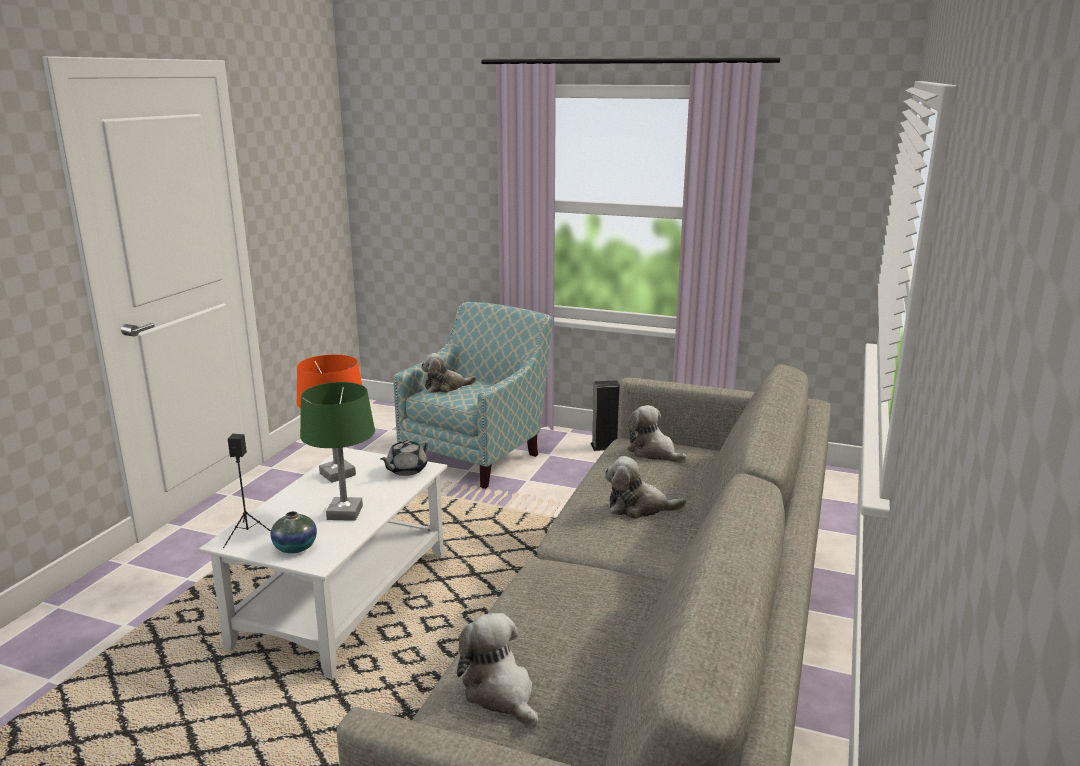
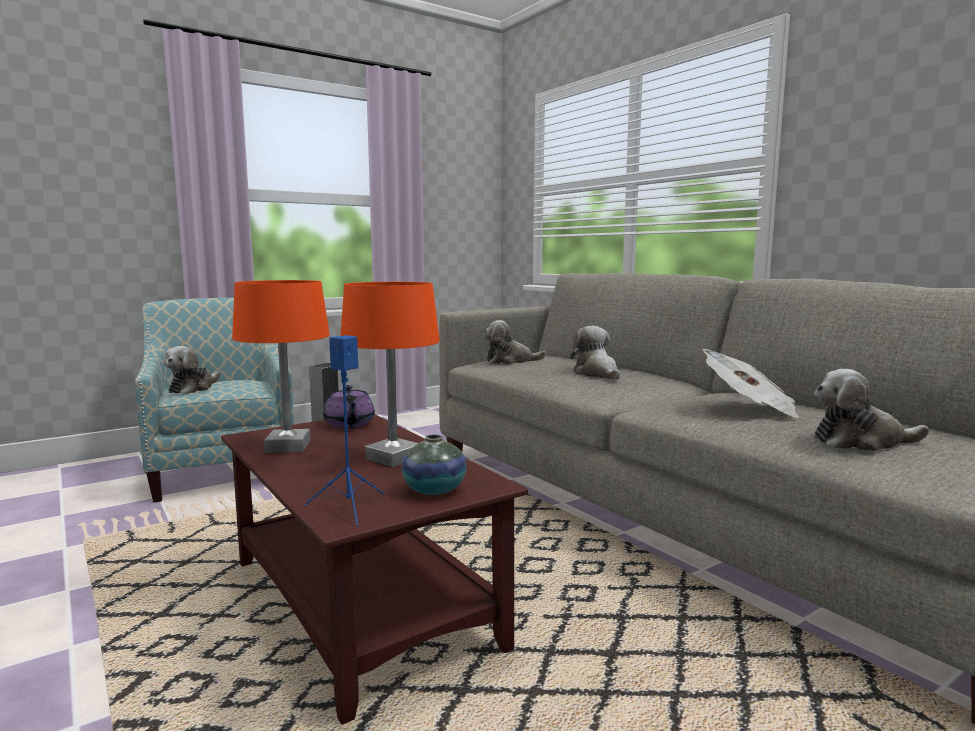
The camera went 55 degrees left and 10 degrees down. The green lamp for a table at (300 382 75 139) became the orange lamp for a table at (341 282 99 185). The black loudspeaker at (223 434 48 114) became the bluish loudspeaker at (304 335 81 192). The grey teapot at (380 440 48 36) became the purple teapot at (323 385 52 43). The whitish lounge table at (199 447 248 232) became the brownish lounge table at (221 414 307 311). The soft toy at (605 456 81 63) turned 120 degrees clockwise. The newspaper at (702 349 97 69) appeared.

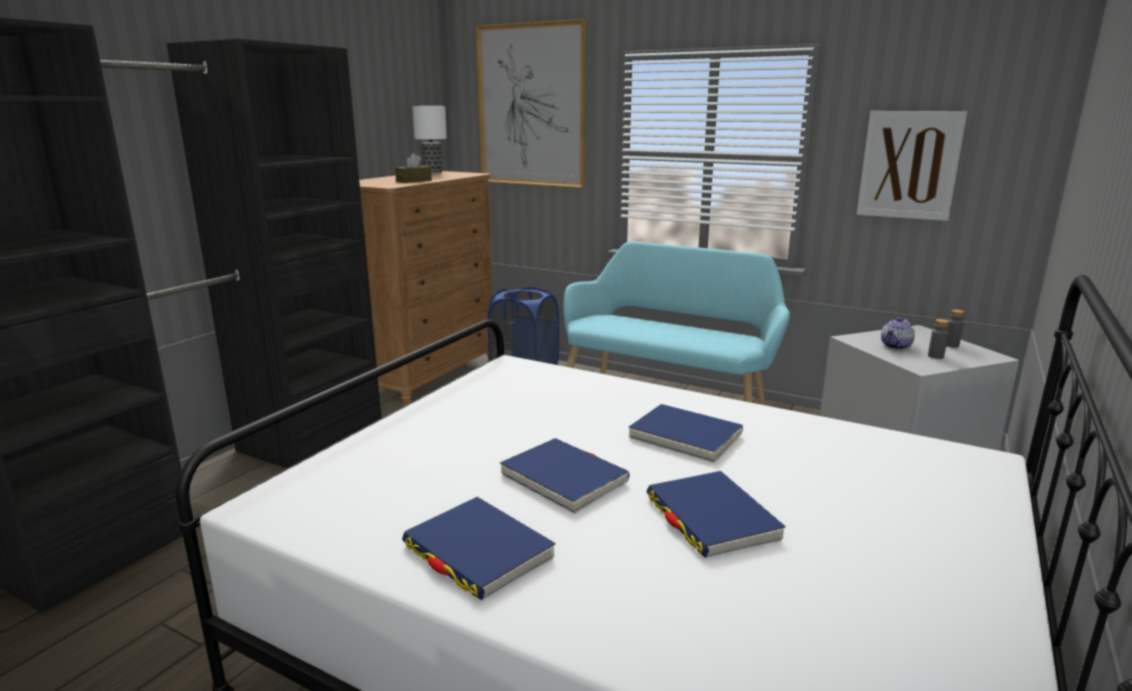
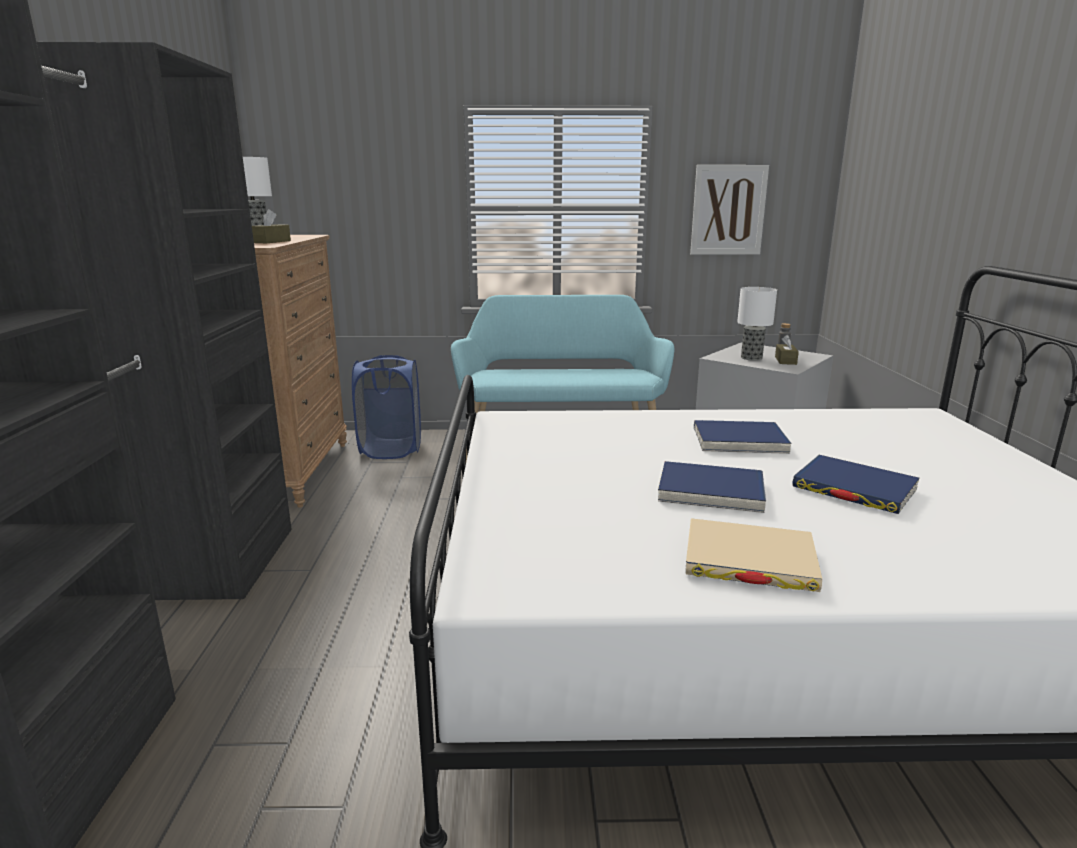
The camera went 30 degrees left and 0 degrees up. The wall picture at (475 19 111 169) disappeared. The teapot at (881 317 34 33) was replaced by the lamp for a table at (737 287 40 74). The grey drink bottle at (928 319 21 40) was replaced by the brownish tissue holder at (775 335 24 30). The bluish bound book at (402 497 154 103) became the beige-coloured bound book at (685 518 137 74).

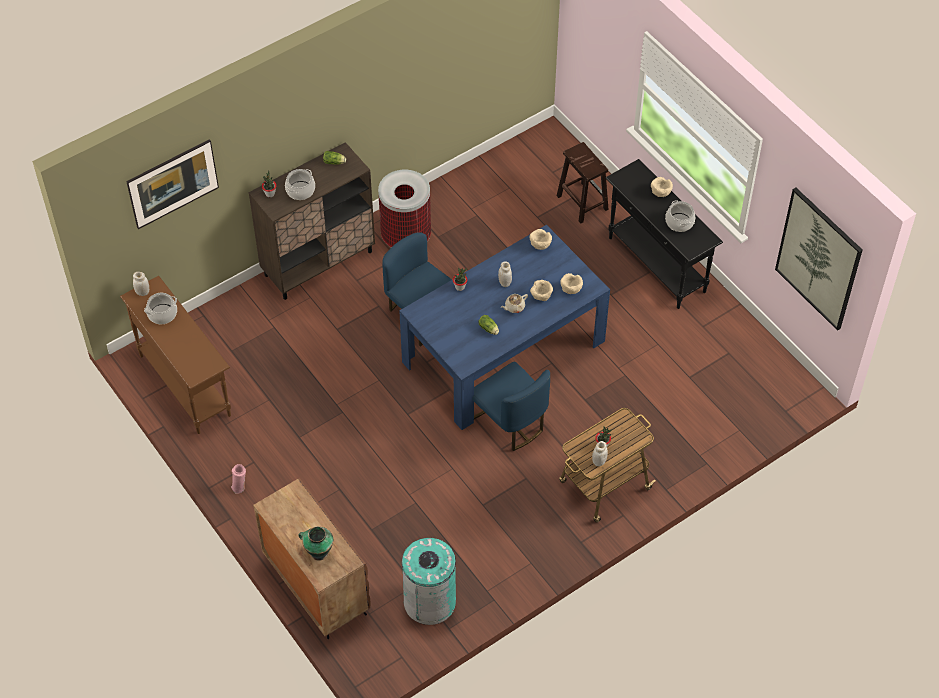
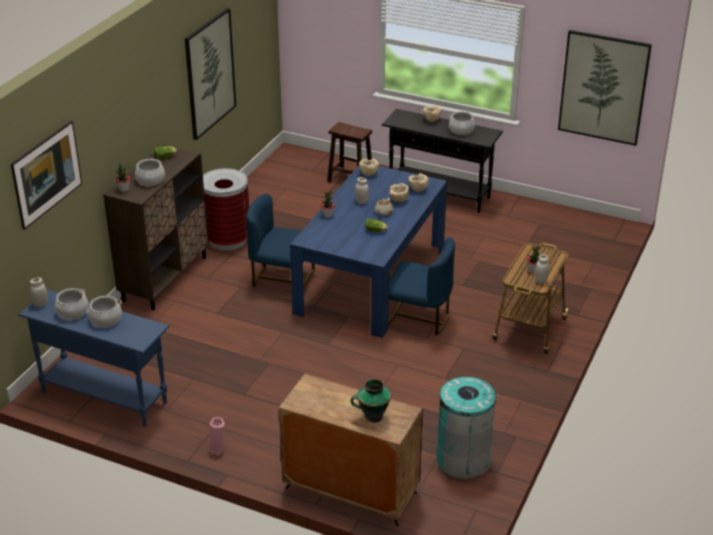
The camera went 30 degrees left and 20 degrees down. The brownish hall table at (120 276 111 158) became the bluish hall table at (19 289 150 138). The wall picture at (185 8 51 132) appeared. The saucepot at (86 296 36 32) appeared.

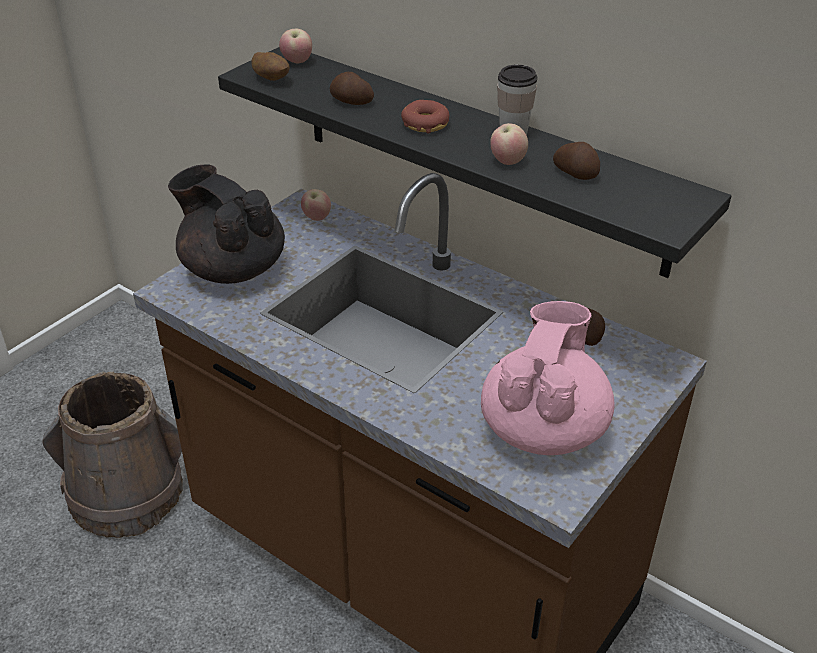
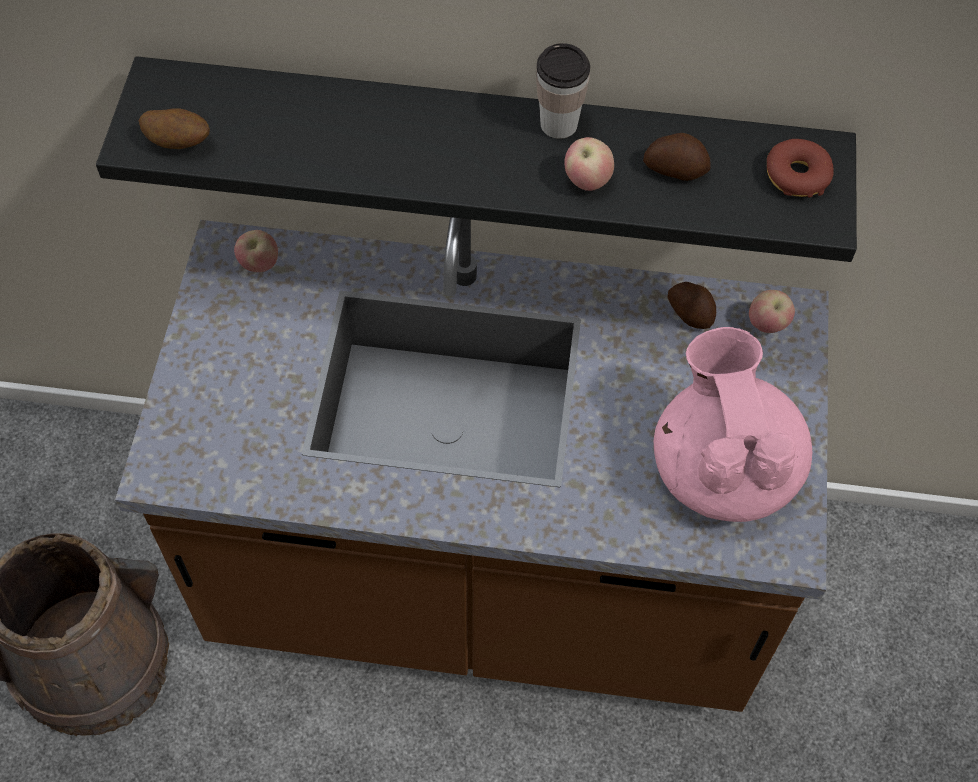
The camera went 30 degrees left and 20 degrees up. The whole apple moved from (279 29 33 35) to (749 290 46 43). The potato at (330 72 44 33) disappeared. The doughnut moved from (401 100 48 34) to (767 139 66 59). The black teapot at (168 164 117 120) disappeared.

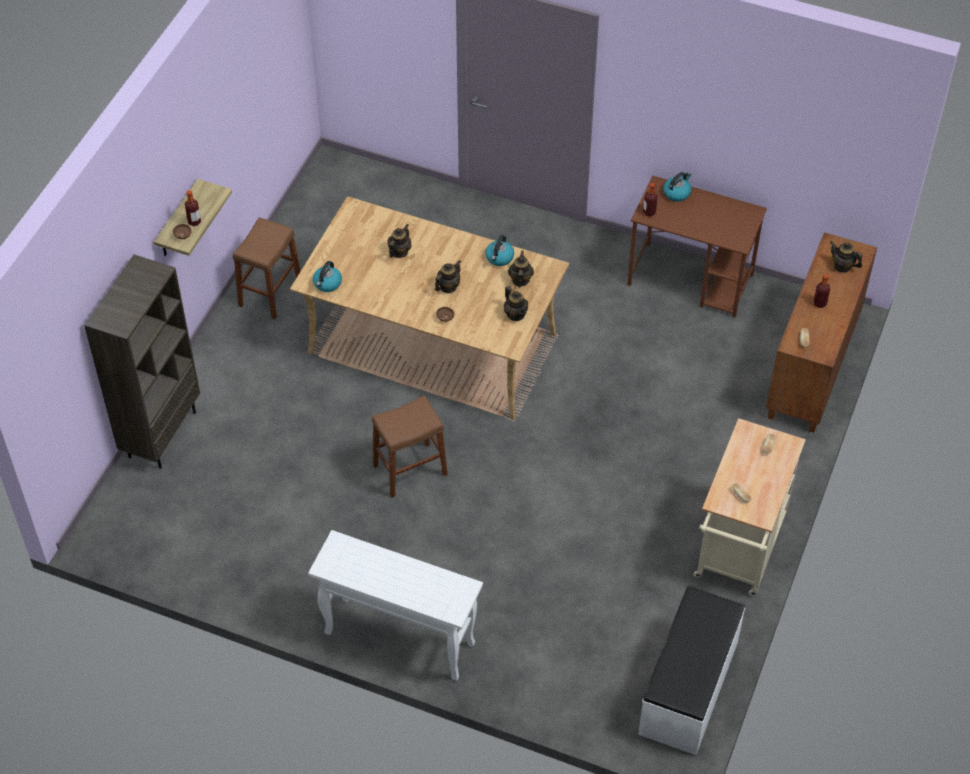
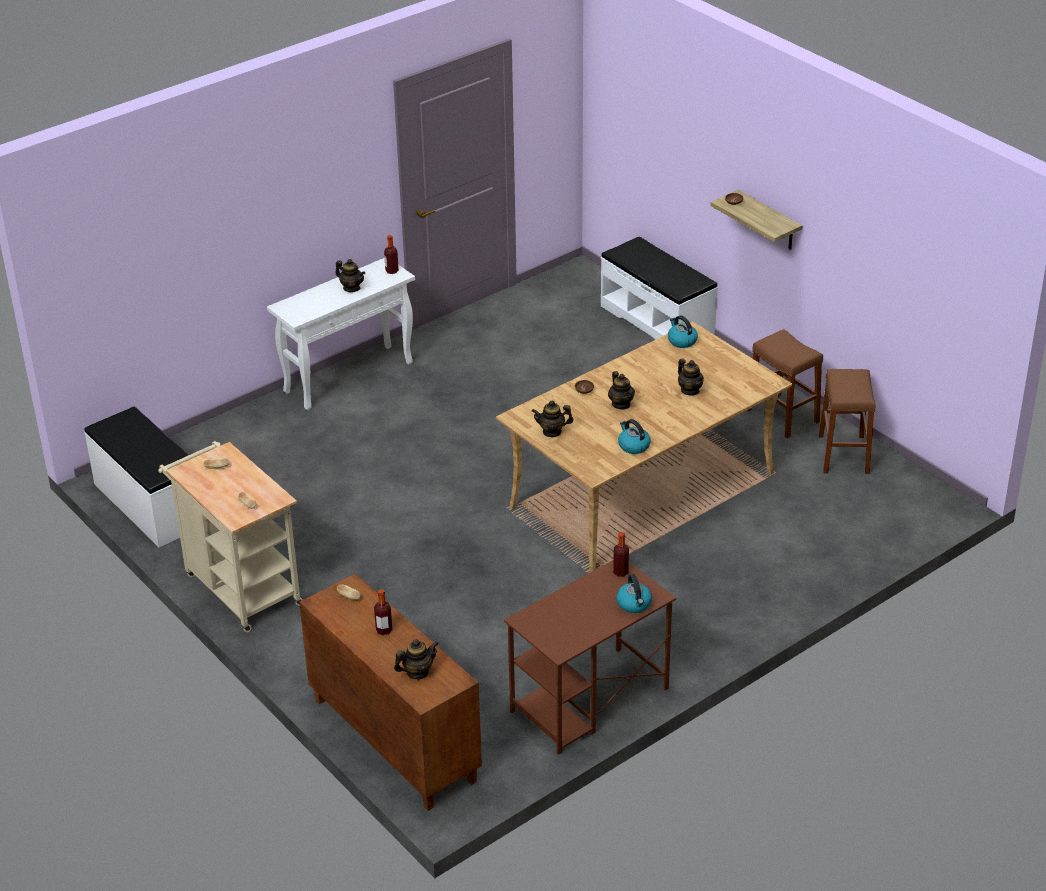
The camera went 120 degrees right and 15 degrees down. The drink bottle moved from (185 190 16 36) to (384 235 15 39). The teapot moved from (508 250 26 37) to (335 259 30 33). The brownish bookshelf at (84 254 116 215) was replaced by the whitish bench at (601 236 117 104). The brownish stool moved from (372 395 76 103) to (819 369 57 105).

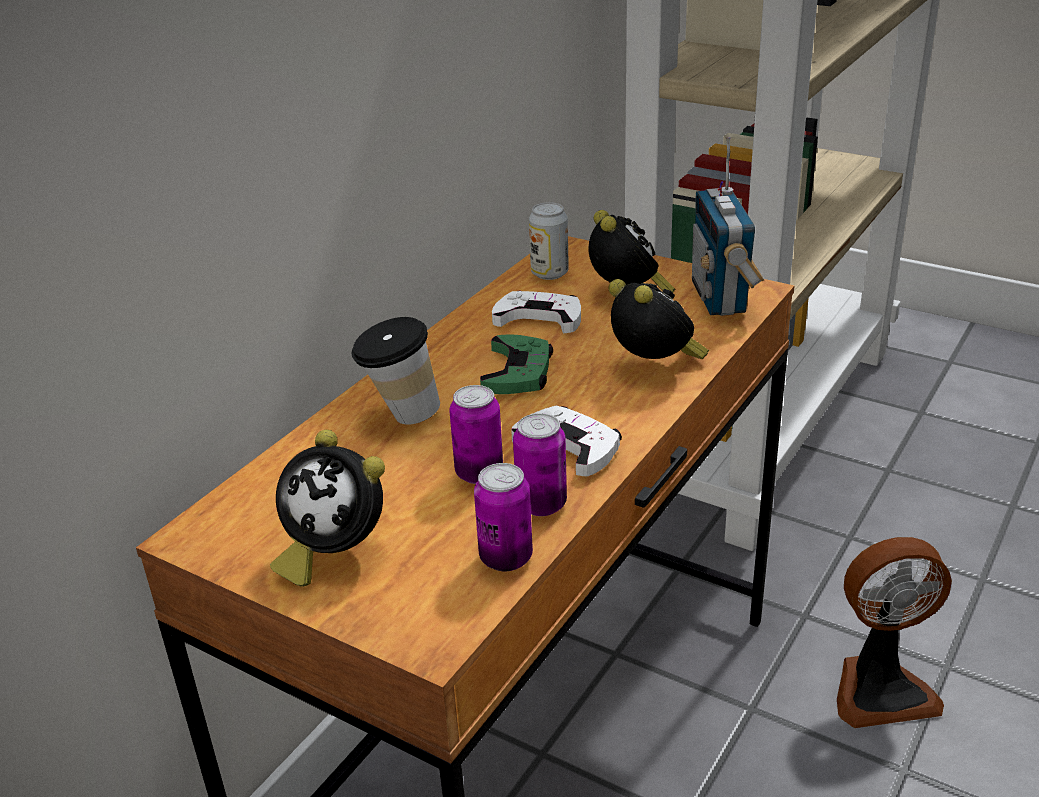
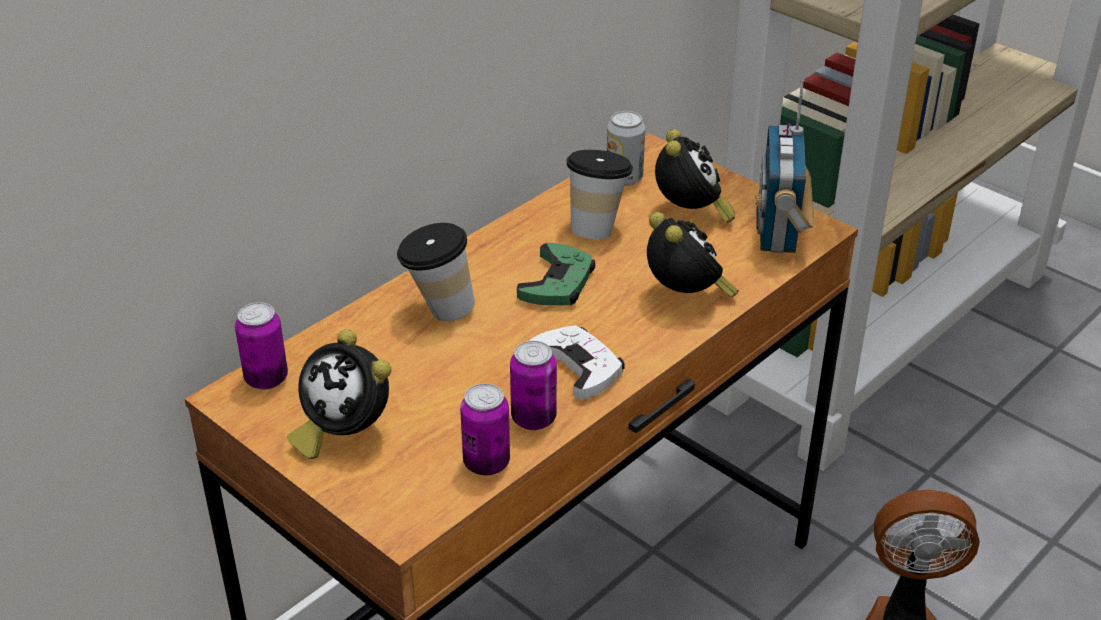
The camera went 10 degrees right and 5 degrees up. The whitish joypad at (492 291 89 43) was replaced by the small cup at (566 150 67 89). The metal can moved from (449 385 54 99) to (235 302 53 88).

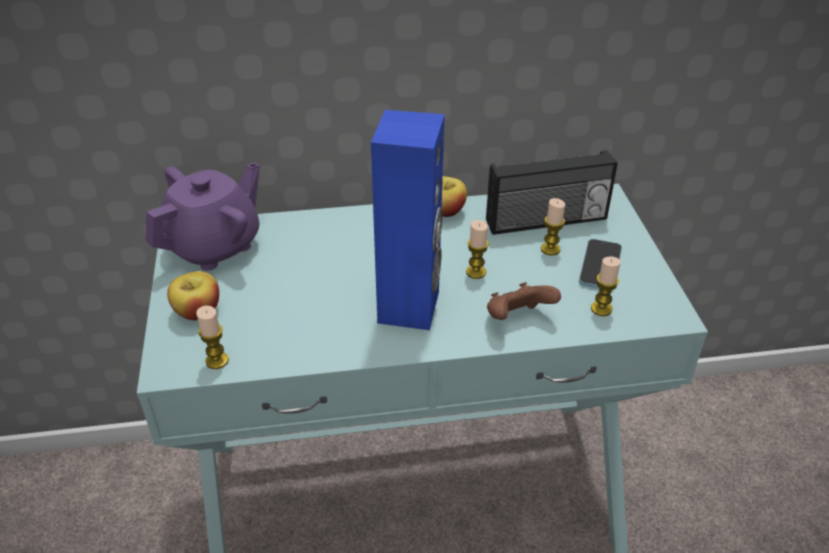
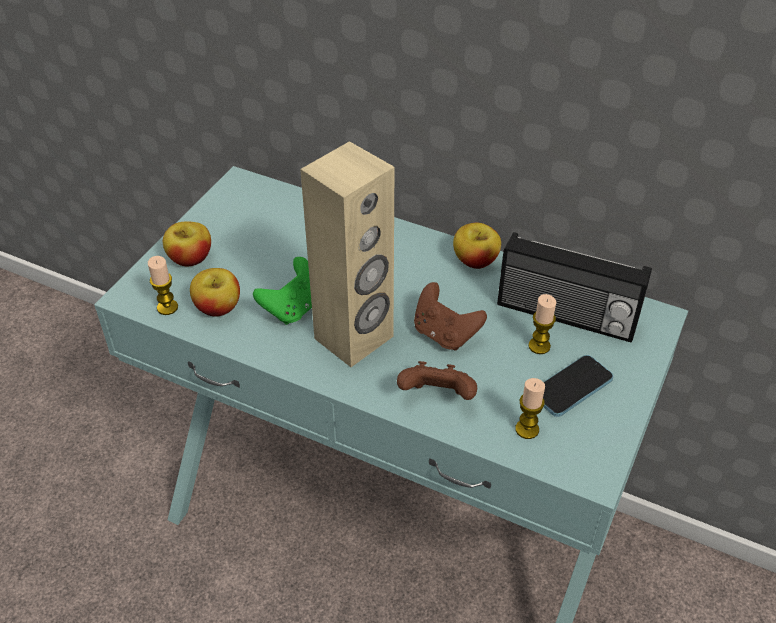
The camera went 35 degrees right and 5 degrees up. The bluish loudspeaker at (371 110 74 220) became the beige-coloured loudspeaker at (300 141 94 226). The purple teapot at (146 162 114 109) disappeared. The wax candle at (466 220 23 59) was replaced by the brownish joypad at (414 282 73 69). The green joypad at (253 257 59 68) appeared. The whole apple at (190 268 50 49) appeared.

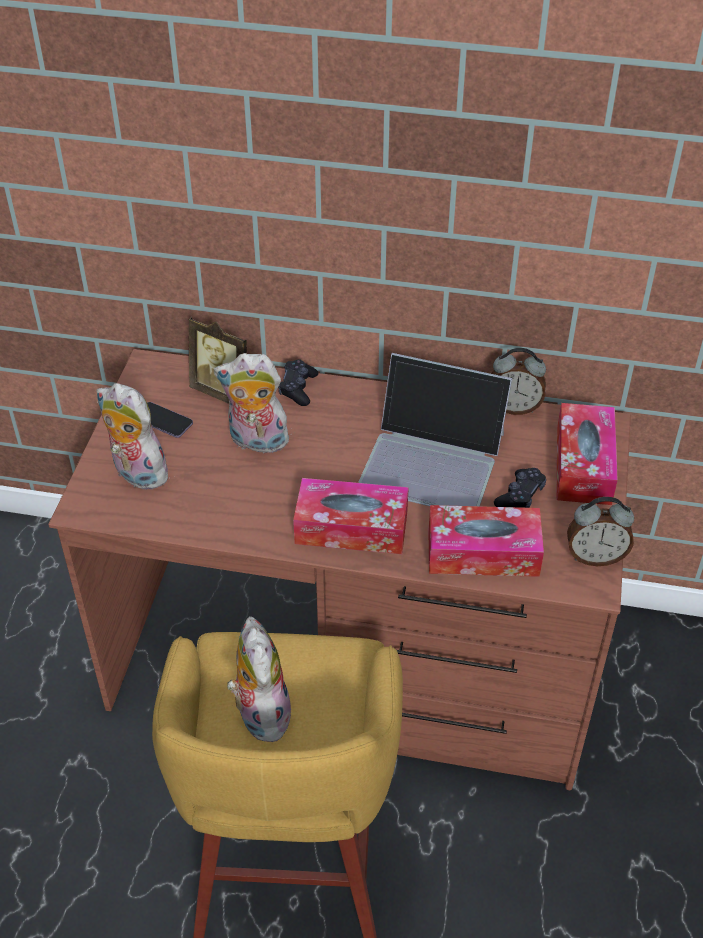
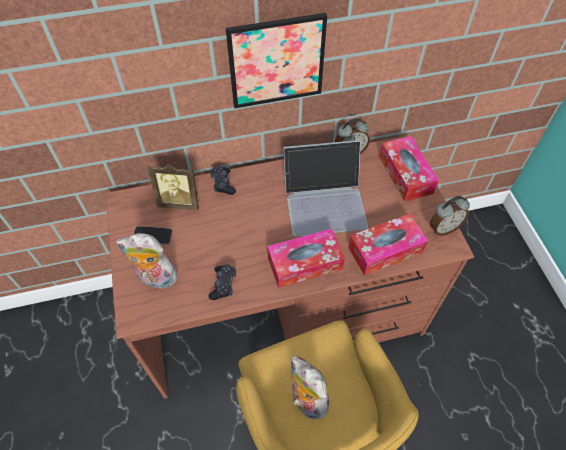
The camera went 25 degrees left and 10 degrees up. The soft toy at (214 353 75 104) disappeared. The black joypad moved from (494 468 52 40) to (208 264 28 36). The wall picture at (226 13 101 95) appeared.

